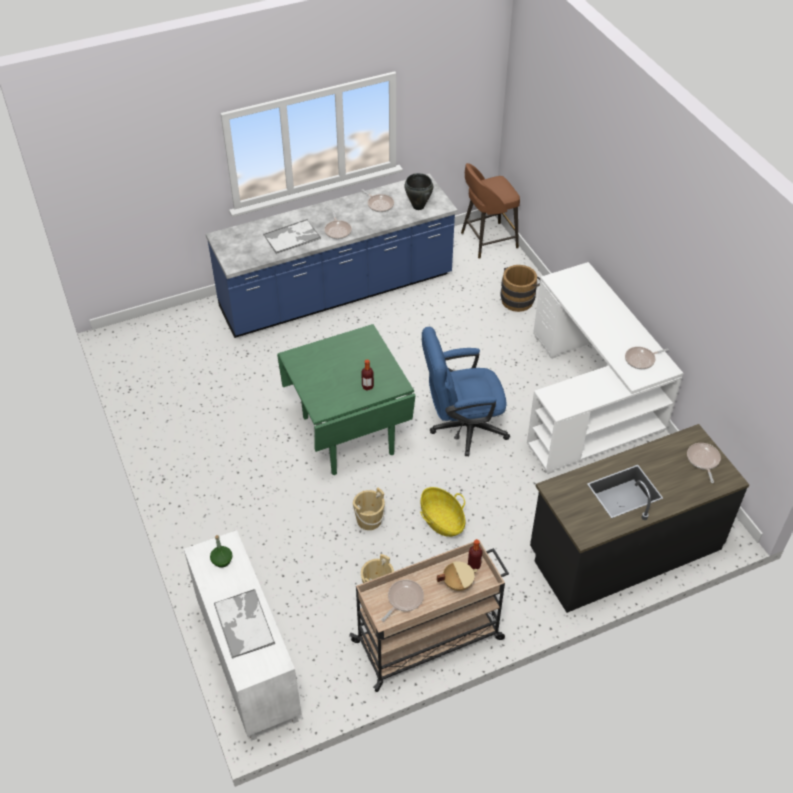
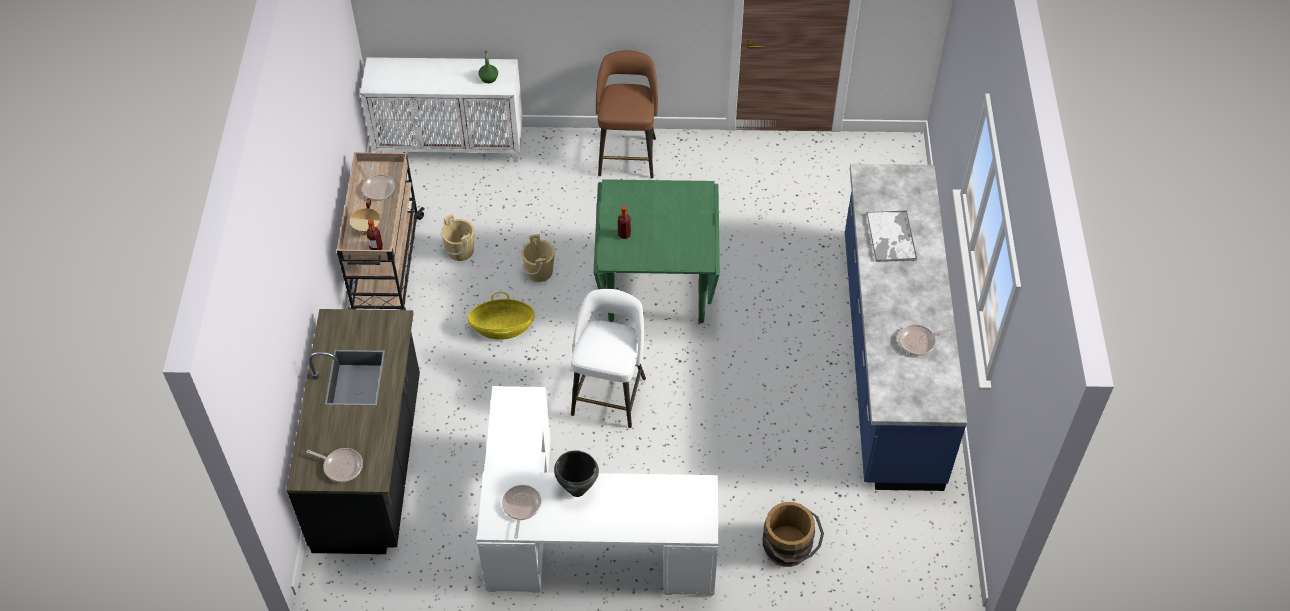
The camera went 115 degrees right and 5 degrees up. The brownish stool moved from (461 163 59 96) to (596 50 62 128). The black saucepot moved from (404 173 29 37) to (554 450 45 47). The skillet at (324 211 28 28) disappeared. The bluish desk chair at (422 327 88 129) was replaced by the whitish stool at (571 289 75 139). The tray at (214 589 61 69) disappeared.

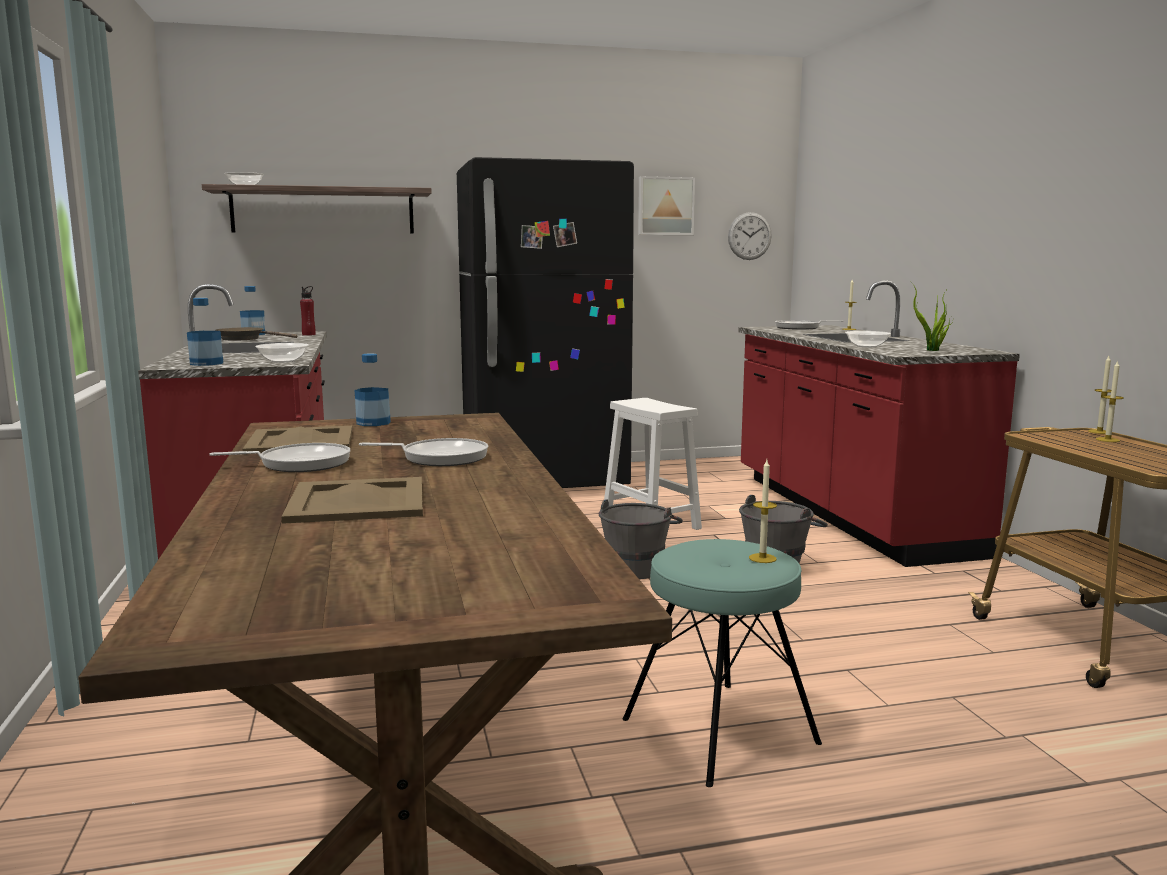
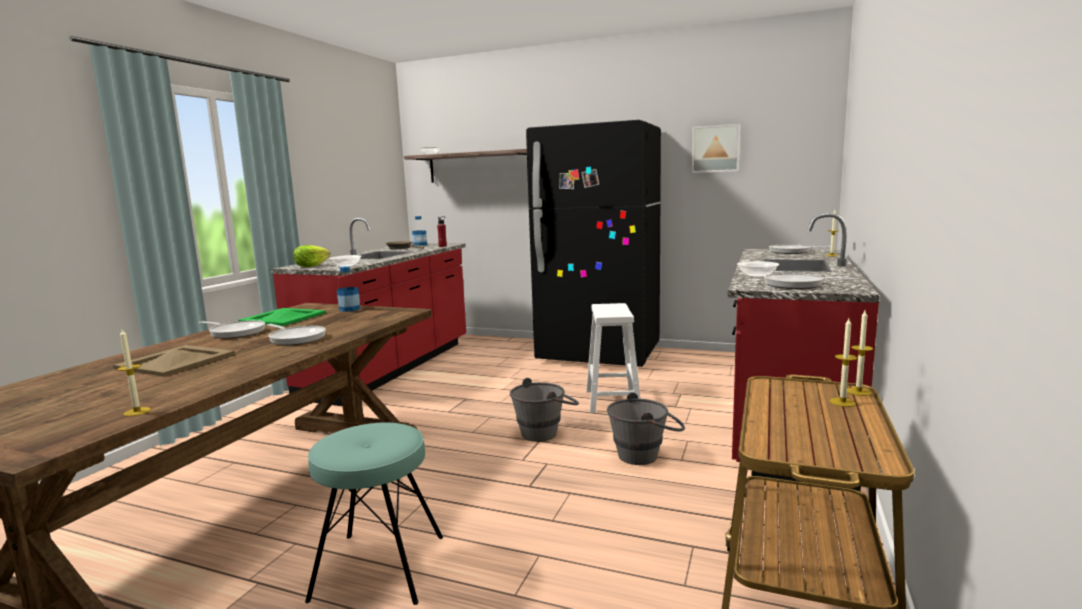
The camera went 35 degrees right and 0 degrees up. The clock on the wall at (728 212 44 48) disappeared. The potted plant at (910 281 43 70) was replaced by the skillet at (764 273 95 16). The drink bottle at (187 298 36 68) was replaced by the lettuce head at (294 245 36 22). The beige-coloured tray at (243 426 109 28) became the green tray at (238 308 88 18). The wax candle moved from (749 460 28 103) to (117 329 34 87).

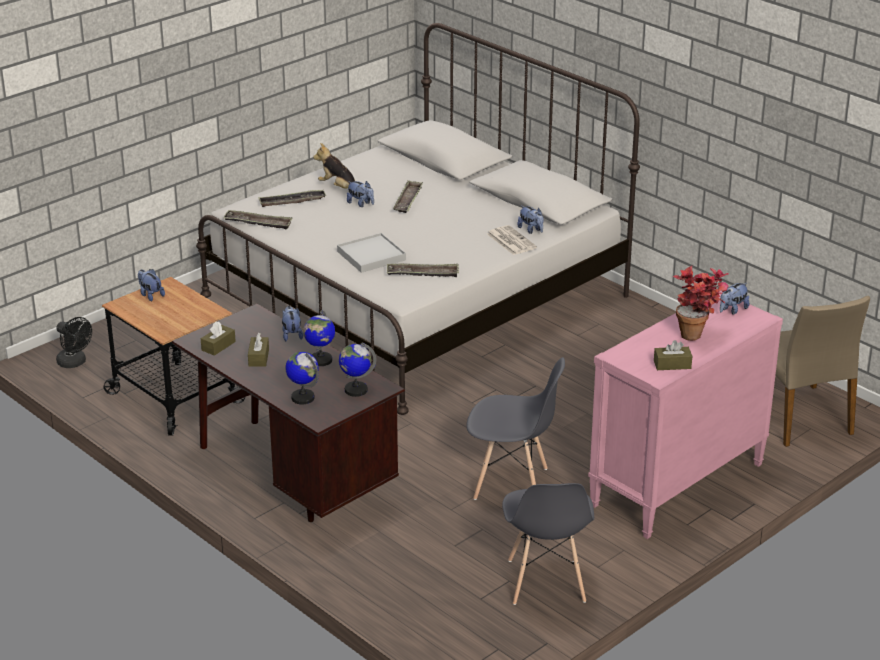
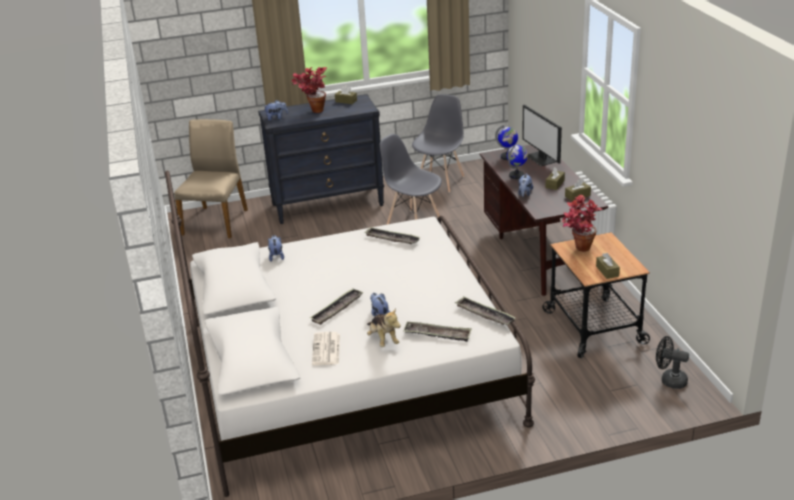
The camera went 150 degrees left and 0 degrees up. The newspaper moved from (487 225 50 30) to (312 332 28 33). The whitish tray at (337 233 69 40) disappeared. The soft toy at (138 269 27 32) was replaced by the brownish tissue holder at (596 253 24 26). The pink-coloured chest of drawers at (588 291 195 248) became the black chest of drawers at (258 94 126 130). The black cooling fan at (56 317 36 51) turned 45 degrees counterclockwise. The desk globe at (286 351 32 54) was replaced by the computer screen at (522 105 40 61). The potted plant at (562 195 41 57) appeared.

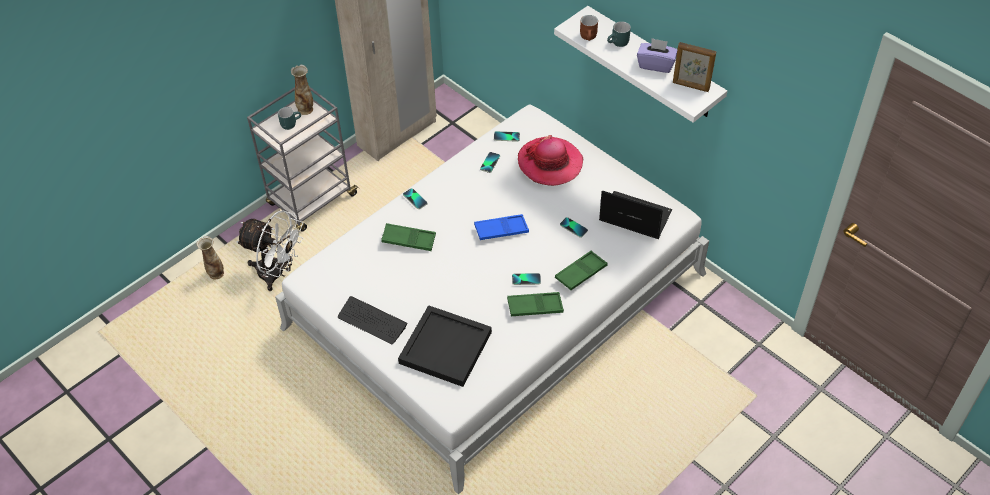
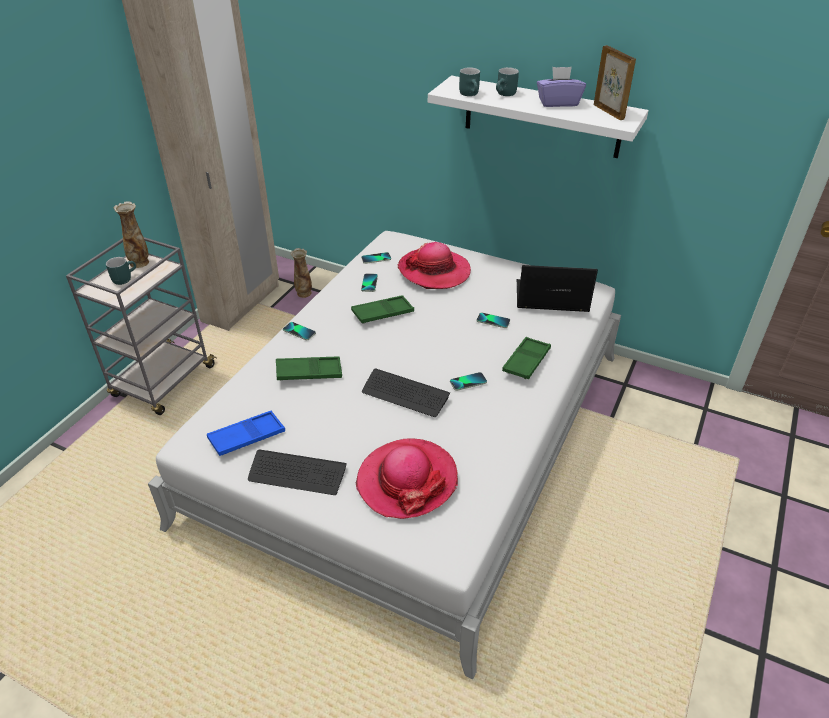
The camera went 20 degrees left and 10 degrees down. The brownish mug at (580 15 18 26) became the turquoise-coloured mug at (459 67 21 29). The standing frame at (673 42 43 50) turned 120 degrees counterclockwise. The whitish cooling fan at (236 210 68 81) disappeared. The bluish tray moved from (474 214 55 26) to (207 411 78 45). The decorative vase moved from (196 236 28 44) to (290 248 22 50). The green tray moved from (507 292 57 24) to (351 295 63 29). The black tray at (398 305 94 82) was replaced by the hat at (356 438 102 81). The keyboard at (362 369 88 48) appeared.

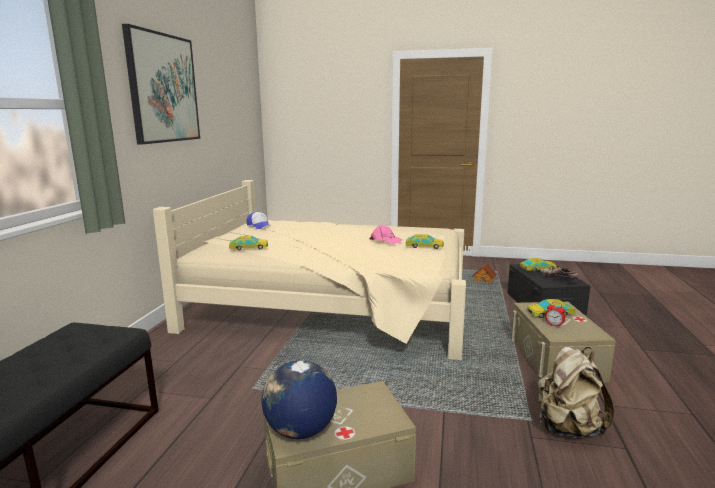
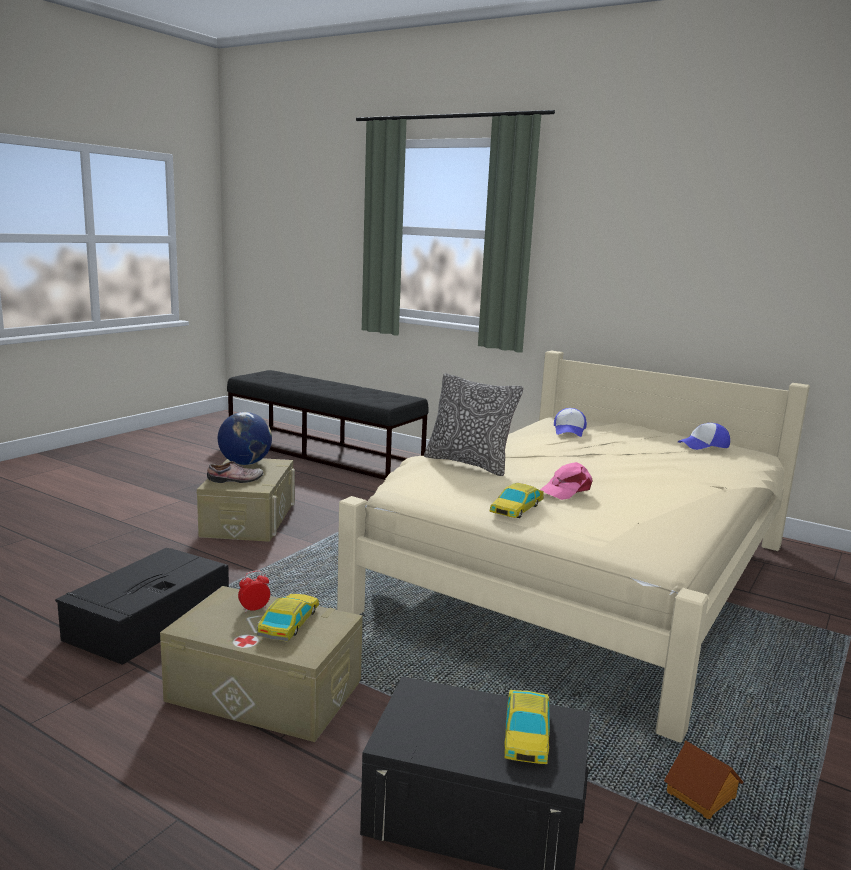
The camera went 110 degrees right and 0 degrees up. The wall picture at (122 24 78 120) disappeared. The toy car at (229 236 39 14) was replaced by the baseball cap at (554 408 33 29). The item of footwear moved from (540 267 38 16) to (207 461 56 22). The beige-coloured knapsack at (538 347 76 91) was replaced by the black storage container at (55 548 174 117). The throw pillow at (424 373 99 103) appeared.

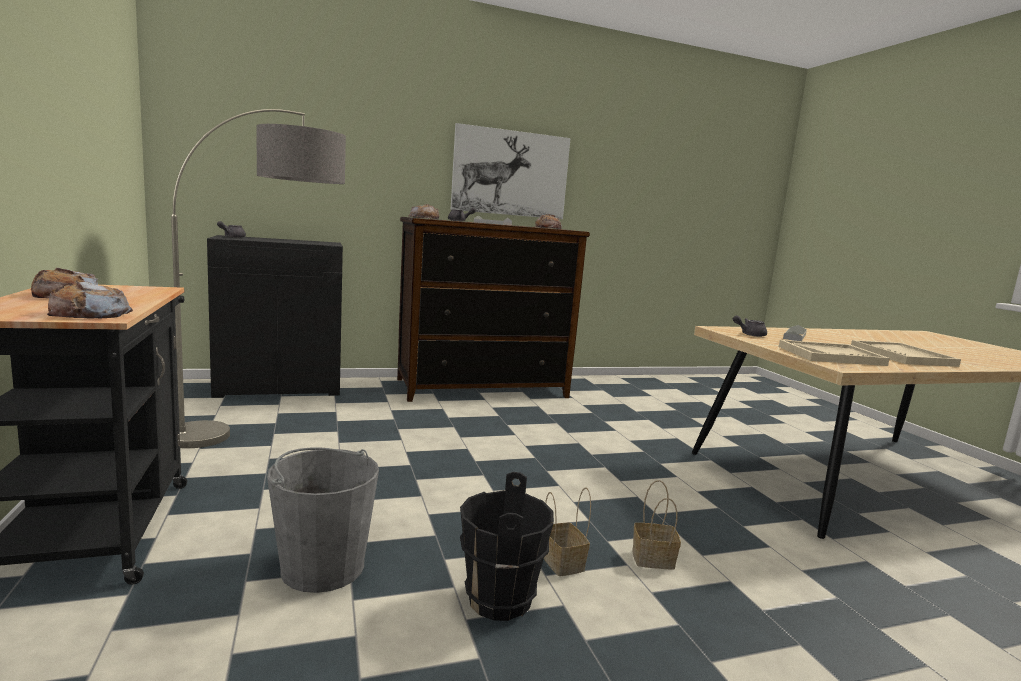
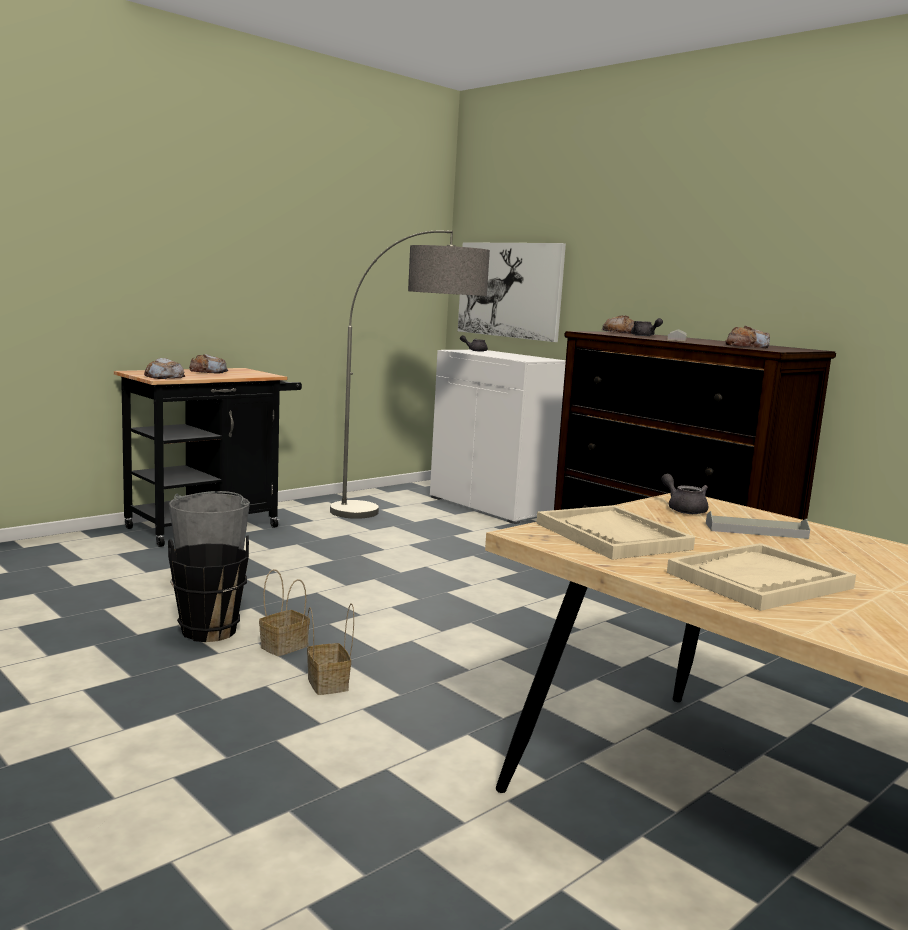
The camera went 65 degrees right and 0 degrees up. The wall picture moved from (450 123 121 96) to (458 242 108 100). The black storage cabinet at (207 235 136 163) became the whitish storage cabinet at (430 350 136 174).

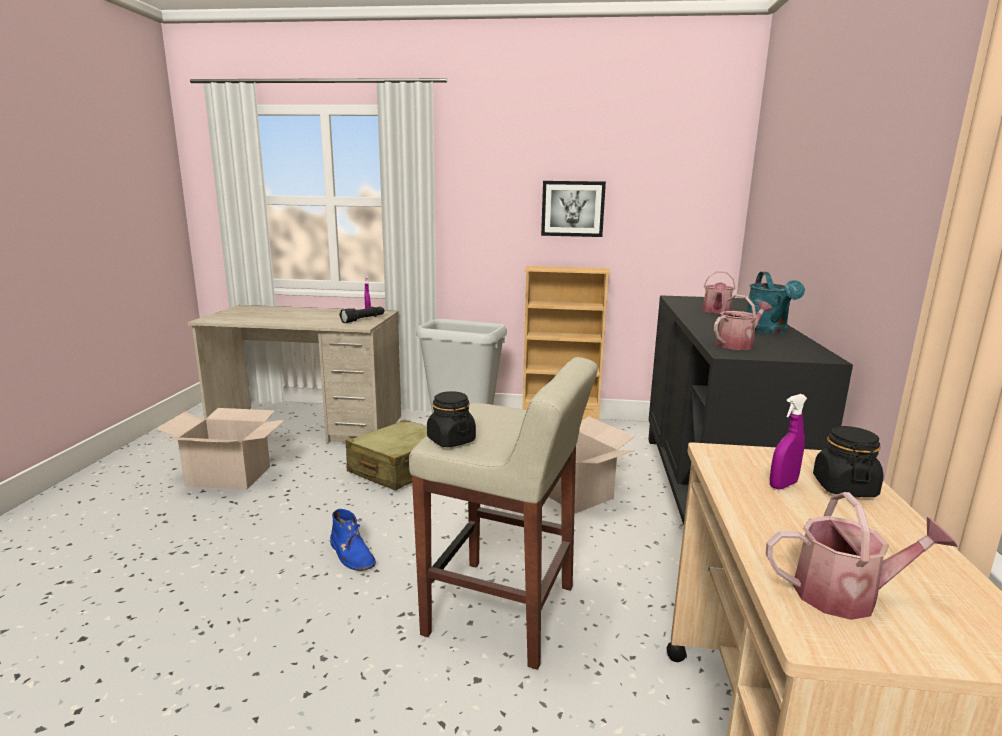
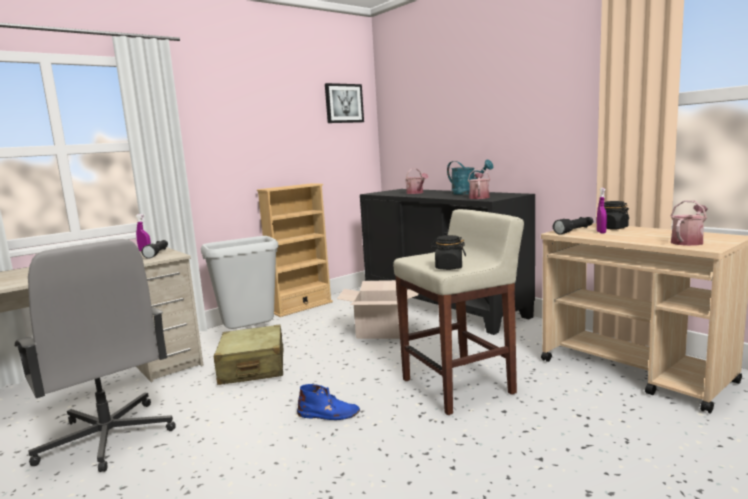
The camera went 45 degrees left and 5 degrees down. The wall picture moved from (541 181 65 56) to (325 83 39 40). The carton at (156 408 130 82) was replaced by the grey desk chair at (15 239 161 233). The black hand torch at (553 217 40 17) appeared.

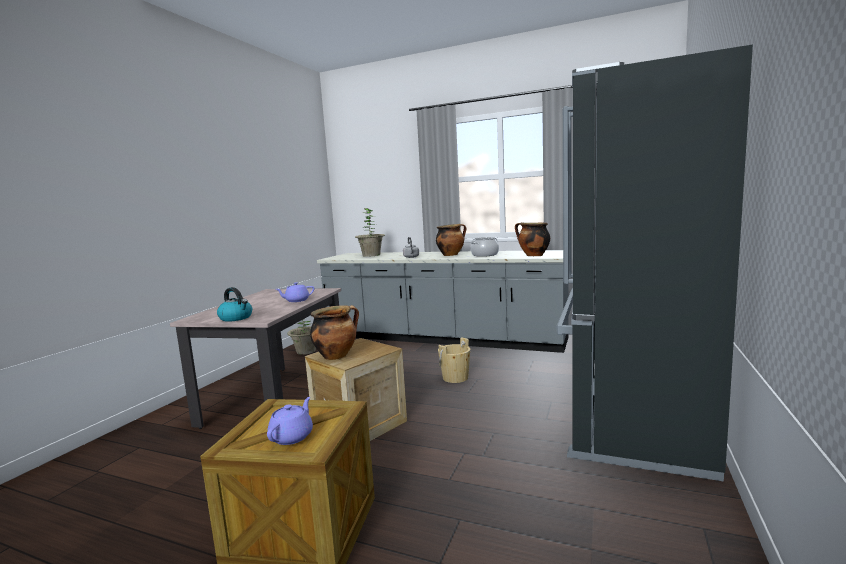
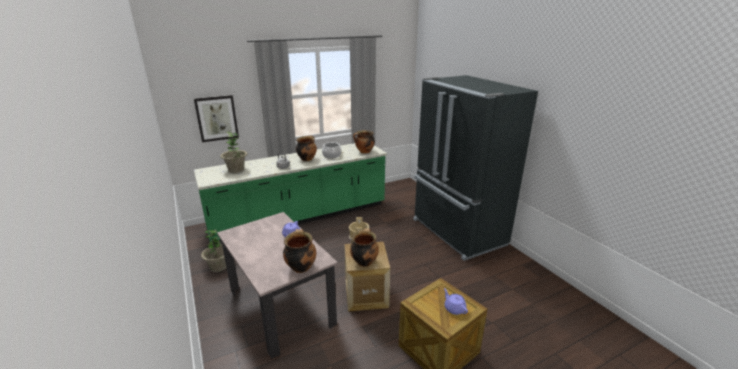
The camera went 50 degrees left and 15 degrees up. The grey kitchen counter at (317 250 251 103) became the green kitchen counter at (194 143 193 100). The kettle at (217 287 35 35) was replaced by the saucepot at (283 229 33 44). The wall picture at (194 95 45 47) appeared.

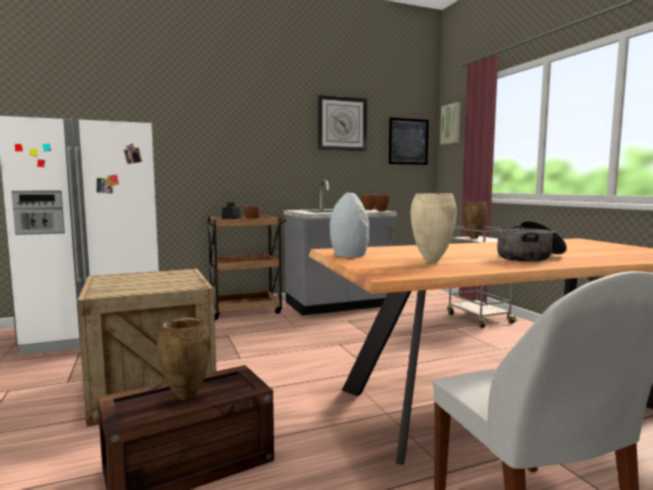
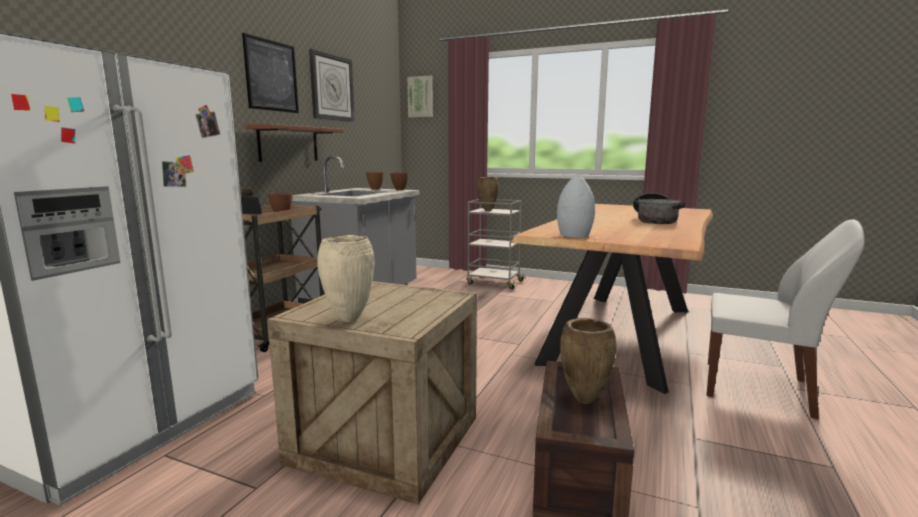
The camera went 45 degrees left and 5 degrees up. The wall picture moved from (389 118 40 47) to (242 33 57 80). The beige-coloured decorative vase moved from (411 193 46 69) to (317 235 57 87). The brownish wall shelf at (245 124 99 38) appeared.

